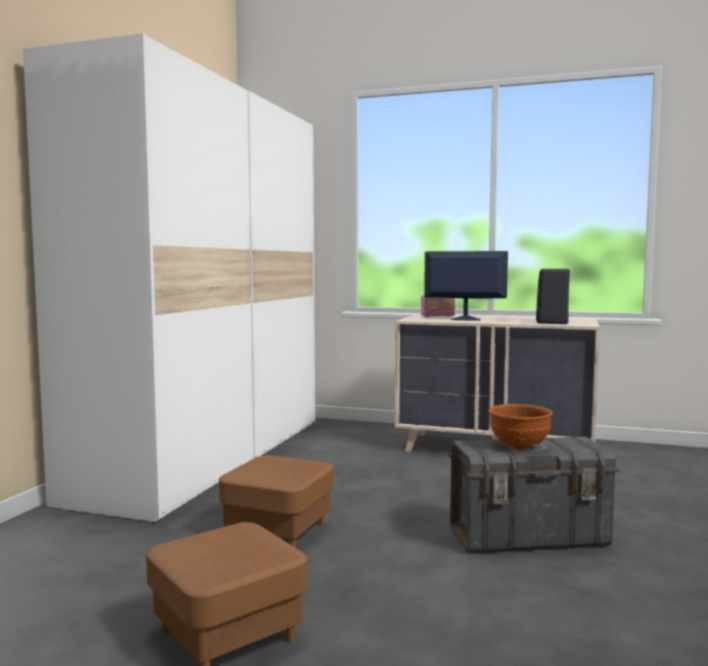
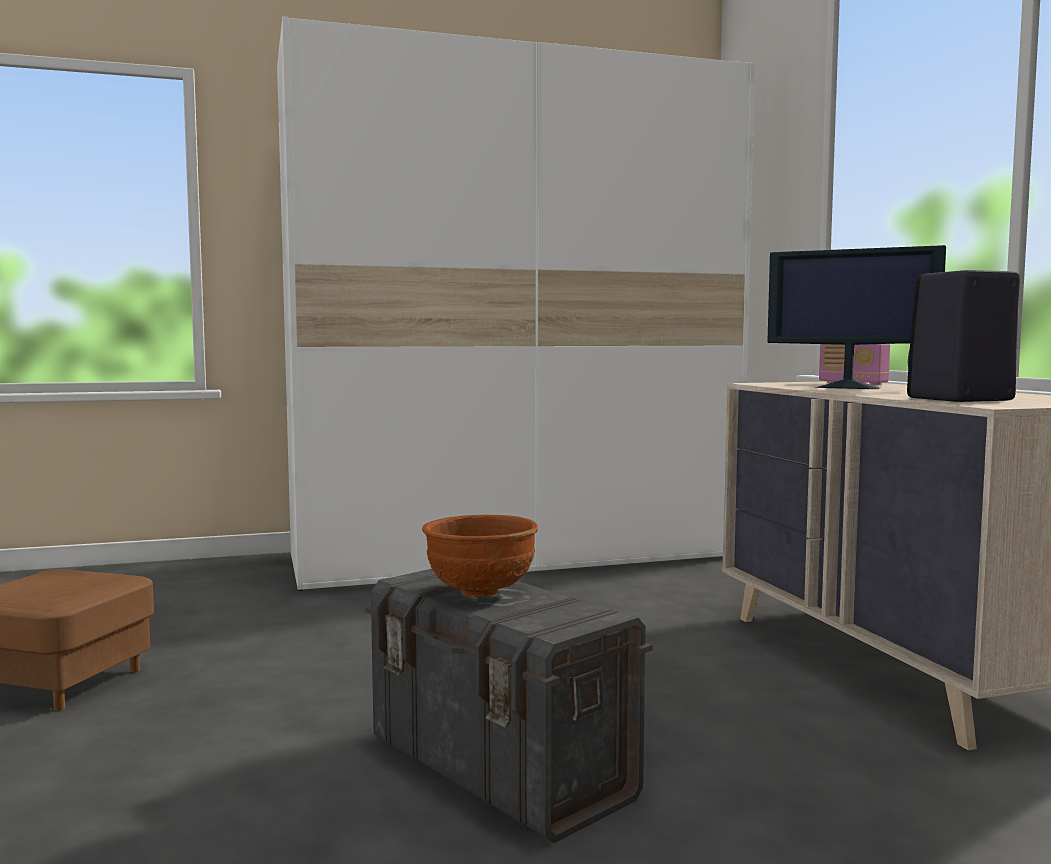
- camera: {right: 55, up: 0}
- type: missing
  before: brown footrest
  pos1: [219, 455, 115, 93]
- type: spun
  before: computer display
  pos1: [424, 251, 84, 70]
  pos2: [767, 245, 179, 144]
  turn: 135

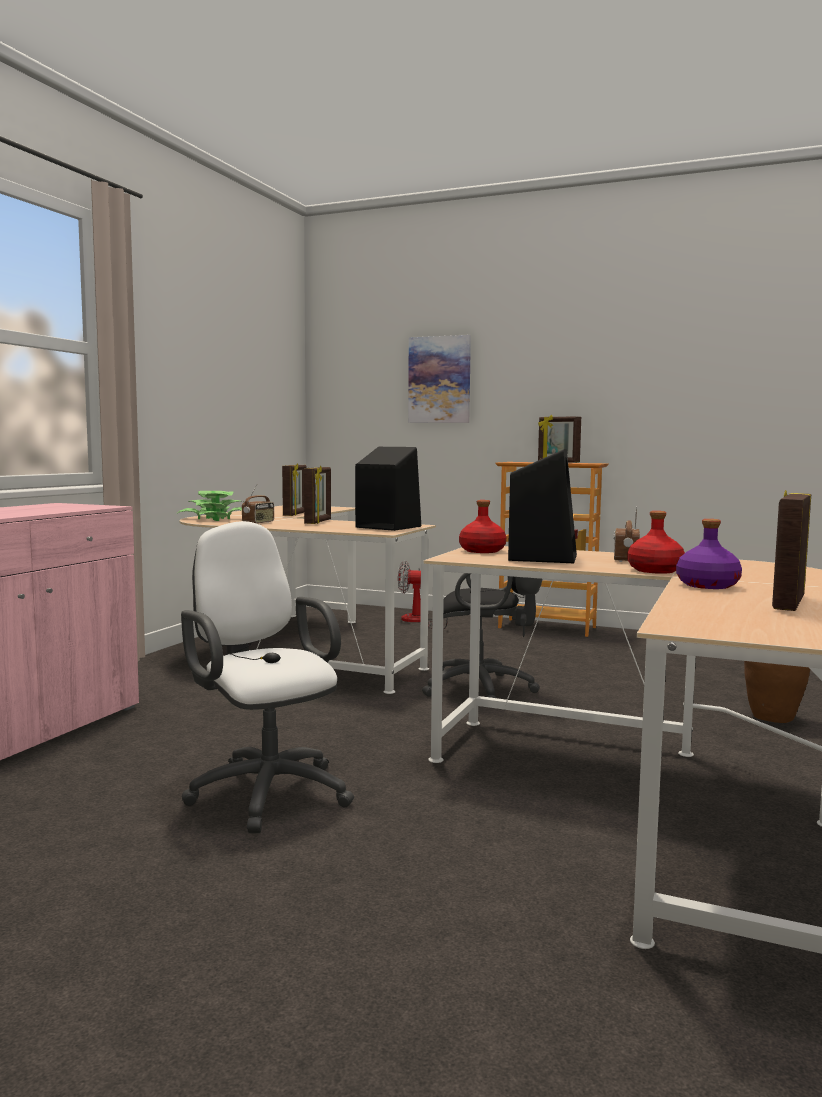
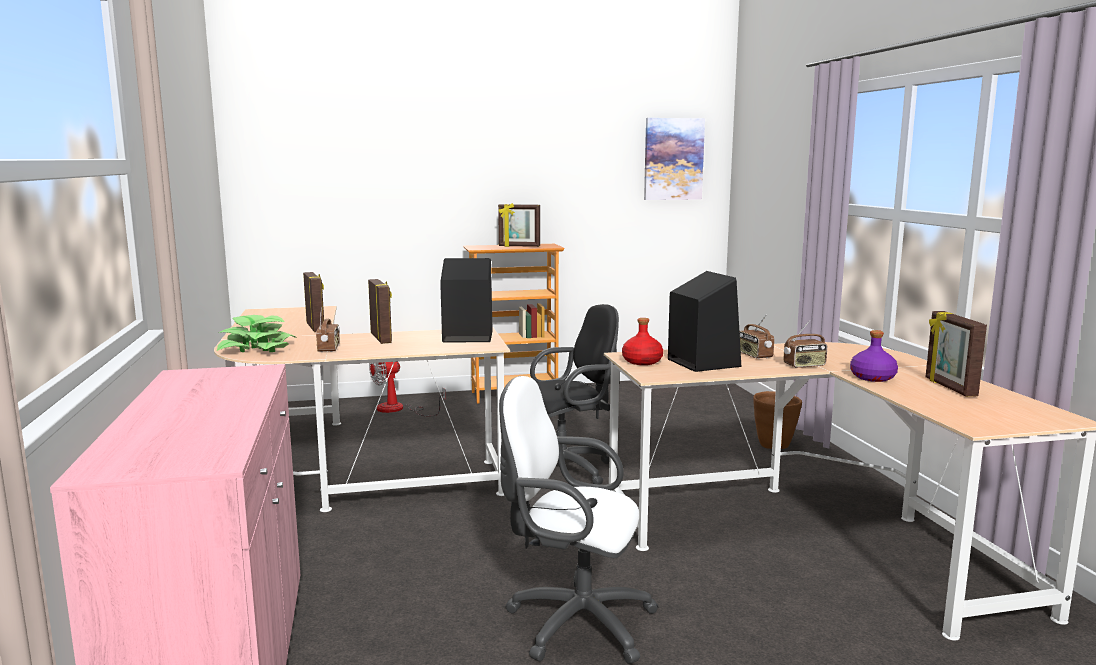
- camera: {right: -35, up: 5}
- type: relocated
  before: picture
  pos1: [408, 335, 63, 88]
  pos2: [644, 118, 61, 82]
- type: exchanged
  before: red bottle
  after: radio
  pos1: [628, 511, 57, 63]
  pos2: [784, 320, 43, 48]

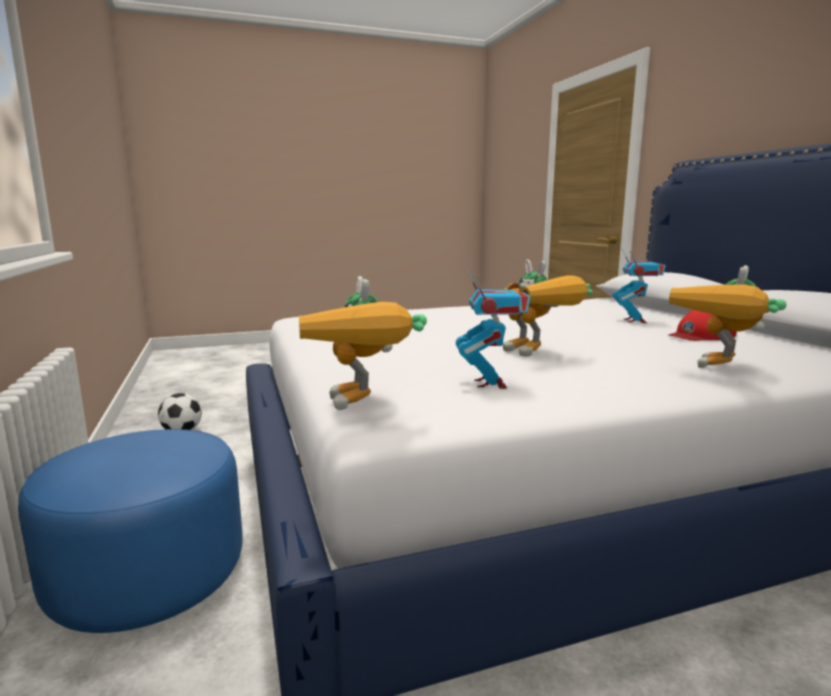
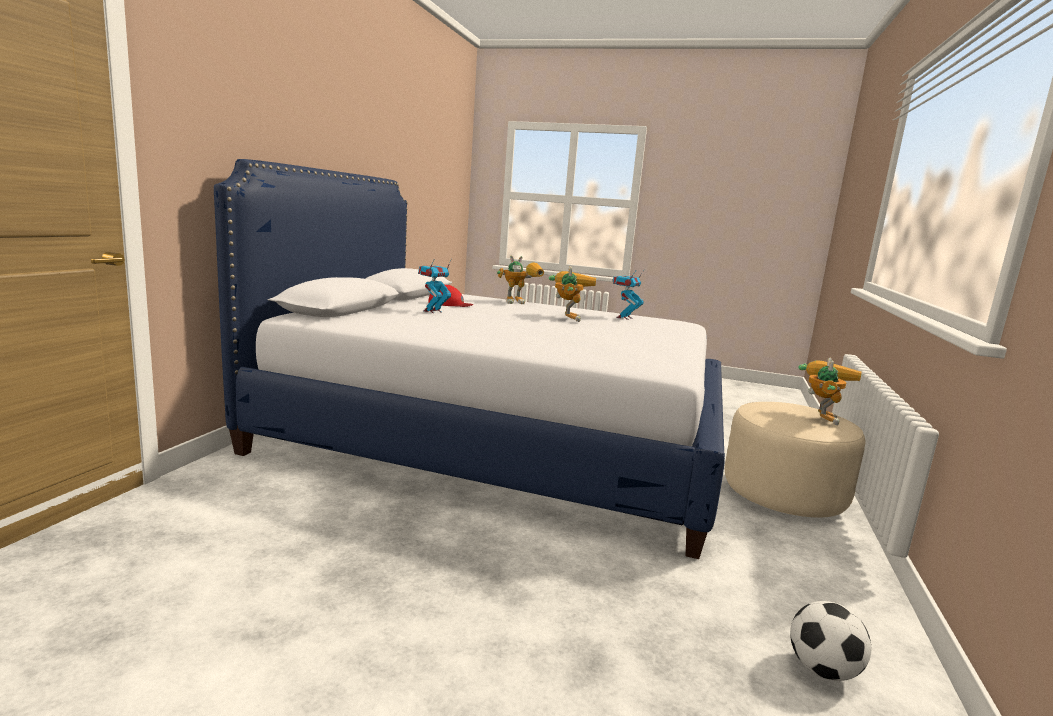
- camera: {right: -145, up: 0}
- type: relocated
  before: toy robot
  pos1: [299, 276, 128, 134]
  pos2: [798, 358, 63, 68]
- type: colour
  before: blue footrest
  after: beige footrest
  pos1: [18, 429, 225, 204]
  pos2: [725, 402, 141, 116]

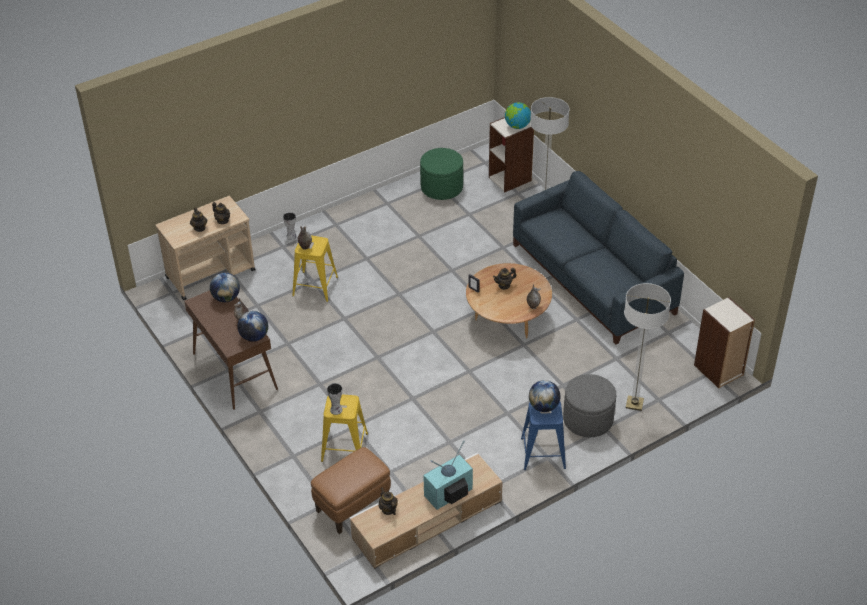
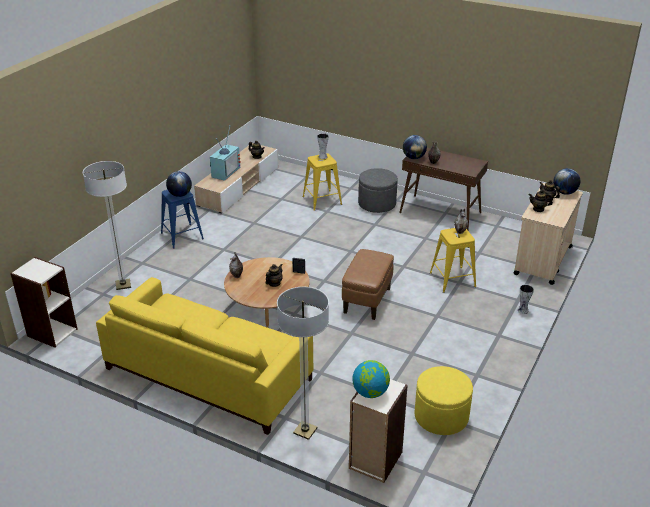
- camera: {right: 150, up: -10}
- type: relocated
  before: globe
  pos1: [210, 273, 30, 29]
  pos2: [553, 168, 28, 27]
- type: relocated
  before: brown footrest
  pos1: [311, 447, 80, 87]
  pos2: [342, 249, 52, 71]
- type: relocated
  before: greyish footrest
  pos1: [563, 374, 53, 63]
  pos2: [358, 168, 40, 45]
- type: colour
  before: greenish footrest
  after: yellow footrest
  pos1: [420, 148, 43, 52]
  pos2: [414, 366, 59, 69]
- type: colour
  before: blue settee
  after: yellow settee
  pos1: [513, 171, 171, 173]
  pos2: [96, 277, 217, 158]

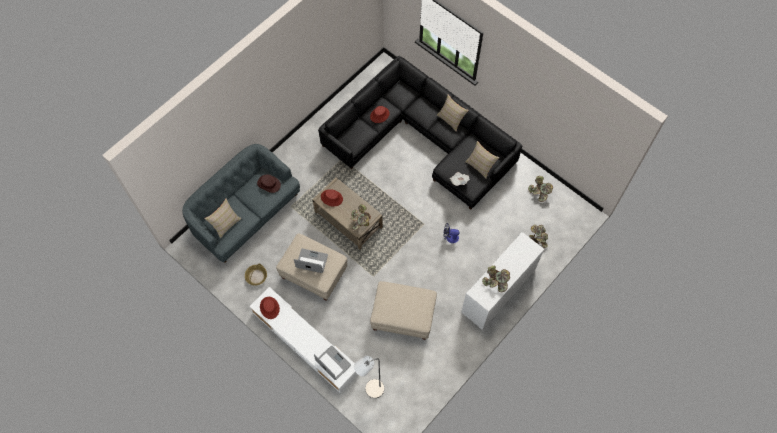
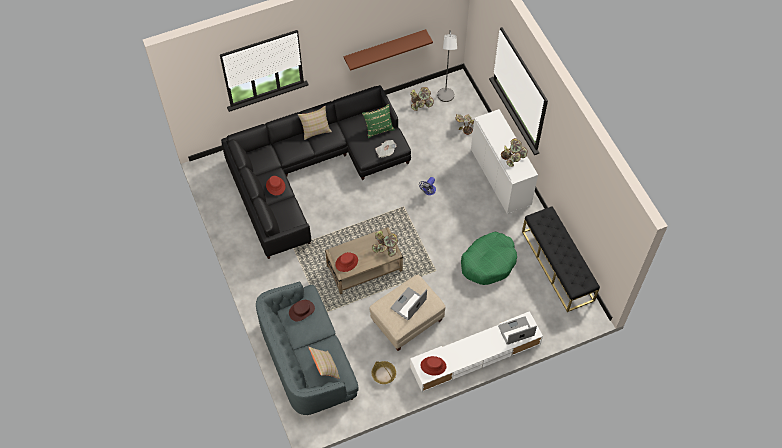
- camera: {right: -65, up: -5}
- type: appeared
  after: brown wall shelf
  pos2: [344, 29, 89, 42]
- type: appeared
  after: black long seat
  pos2: [522, 206, 78, 106]
- type: relocated
  before: greyish standing lamp
  pos1: [354, 356, 30, 42]
  pos2: [437, 30, 20, 72]
- type: exchanged
  before: beige footrest
  after: greenish dog cushion
  pos1: [370, 281, 67, 59]
  pos2: [461, 232, 56, 53]
- type: colour
  before: beige throw pillow
  after: greenish throw pillow
  pos1: [465, 141, 34, 38]
  pos2: [362, 104, 33, 34]

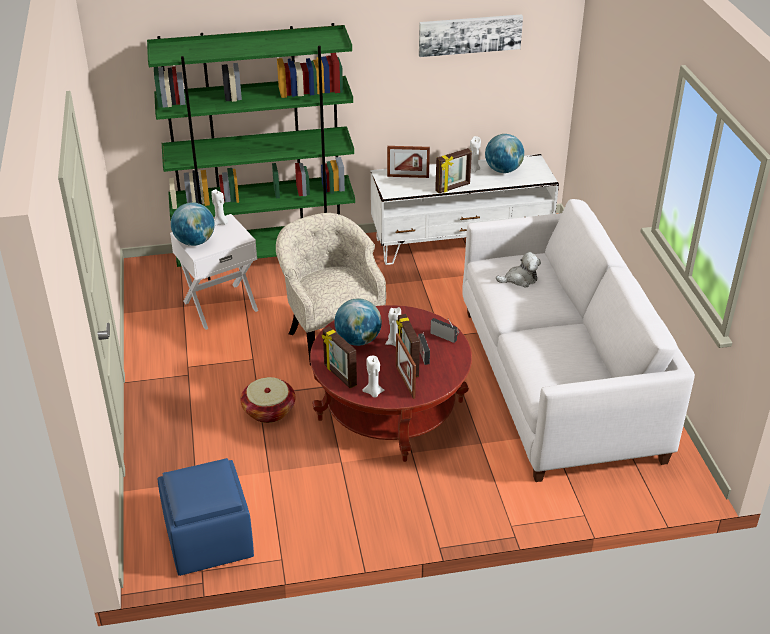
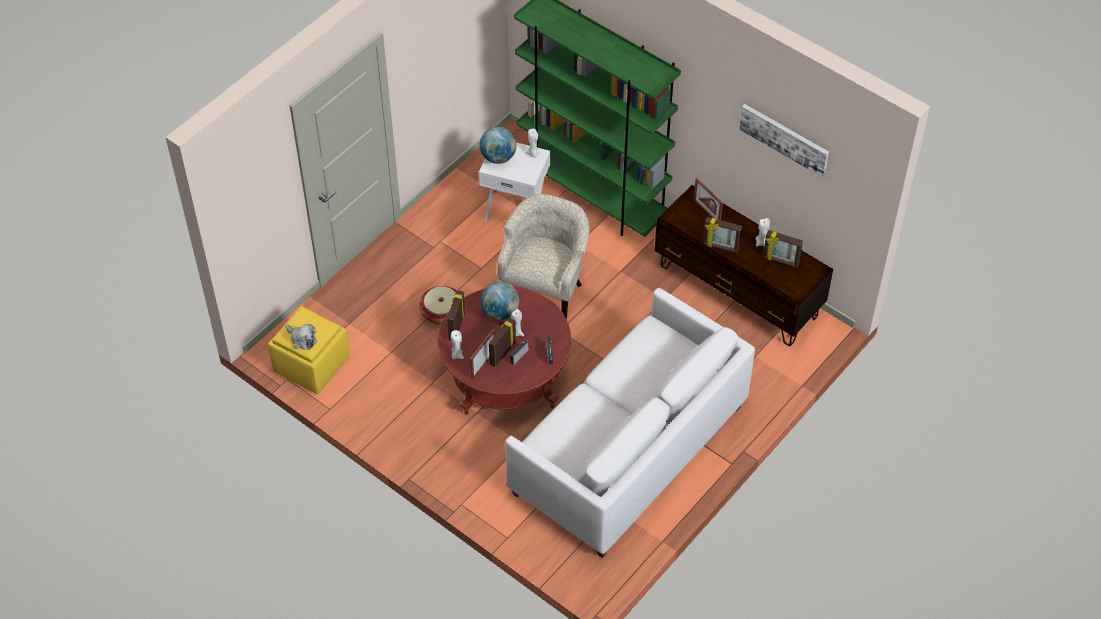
- camera: {right: 50, up: 15}
- type: relocated
  before: soft toy
  pos1: [496, 252, 45, 35]
  pos2: [286, 324, 31, 26]
- type: exchanged
  before: globe
  after: standing frame
  pos1: [485, 134, 39, 39]
  pos2: [763, 230, 40, 38]
- type: colour
  before: blue footrest
  after: yellow footrest
  pos1: [157, 458, 97, 118]
  pos2: [268, 306, 82, 88]
- type: colour
  before: whitish tv stand
  after: brown tv stand
  pos1: [371, 154, 188, 111]
  pos2: [655, 185, 178, 162]

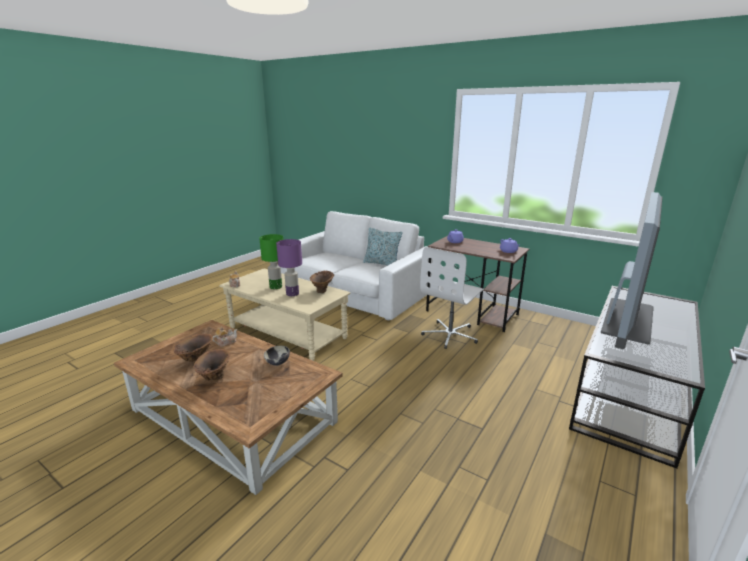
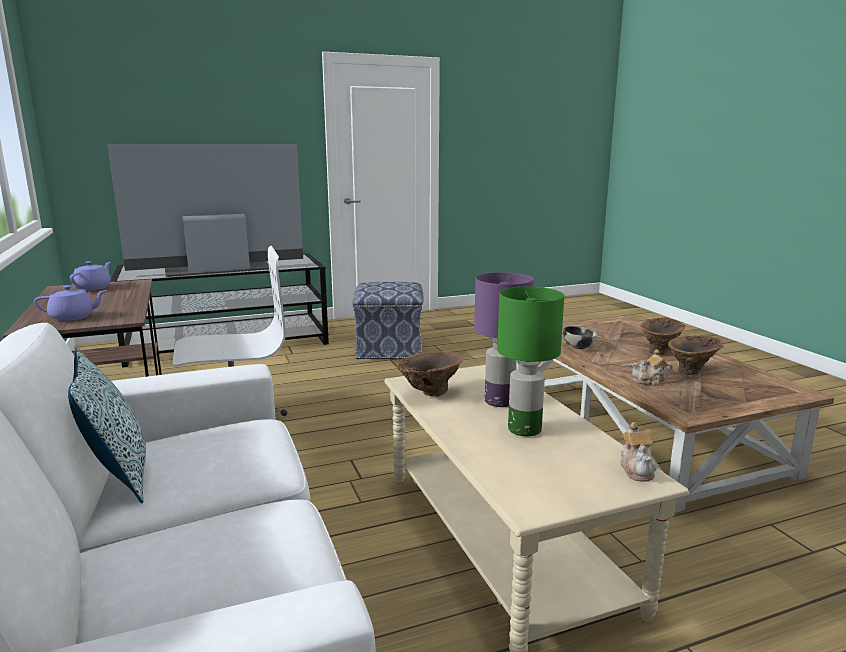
- camera: {right: -145, up: -5}
- type: appeared
  after: footrest
  pos2: [352, 282, 72, 78]

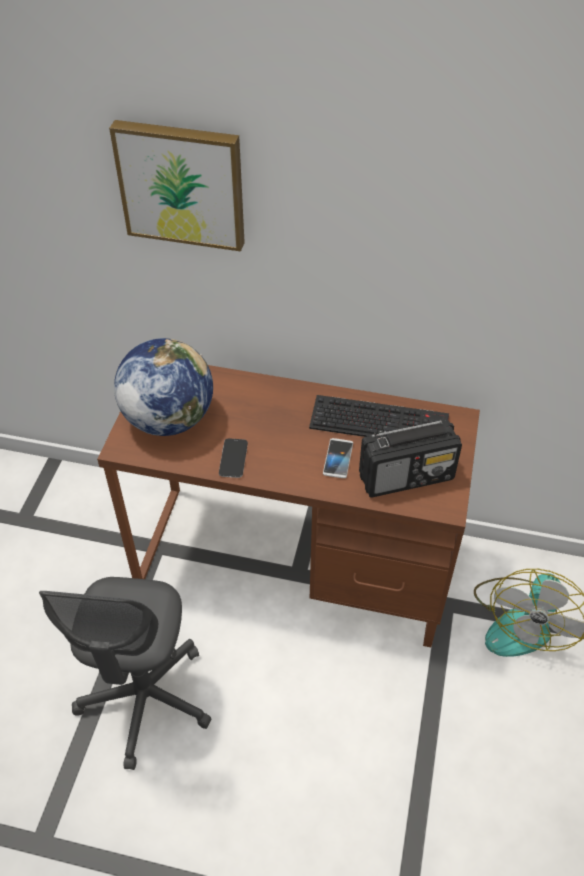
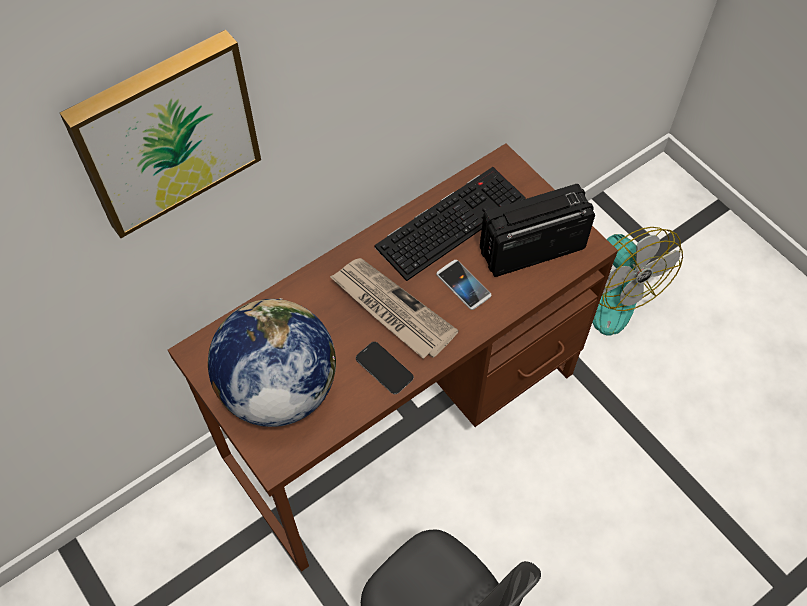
- camera: {right: -50, up: 10}
- type: appeared
  after: printed paper
  pos2: [330, 258, 129, 101]
- type: spun
  before: radio
  pos1: [359, 420, 103, 78]
  pos2: [480, 184, 115, 93]
  turn: -135

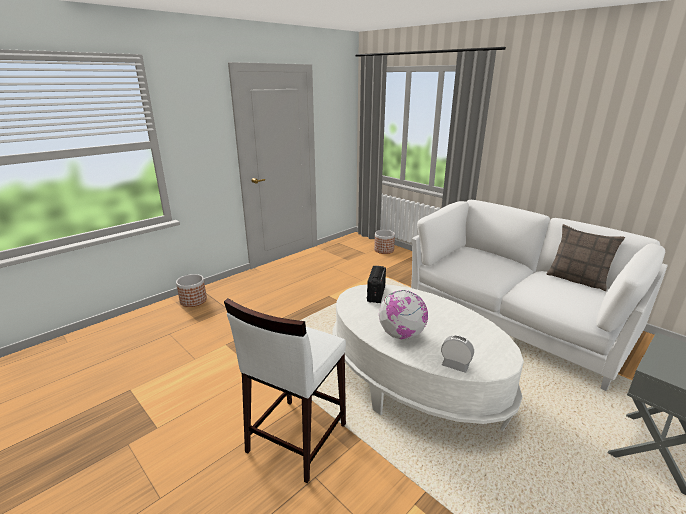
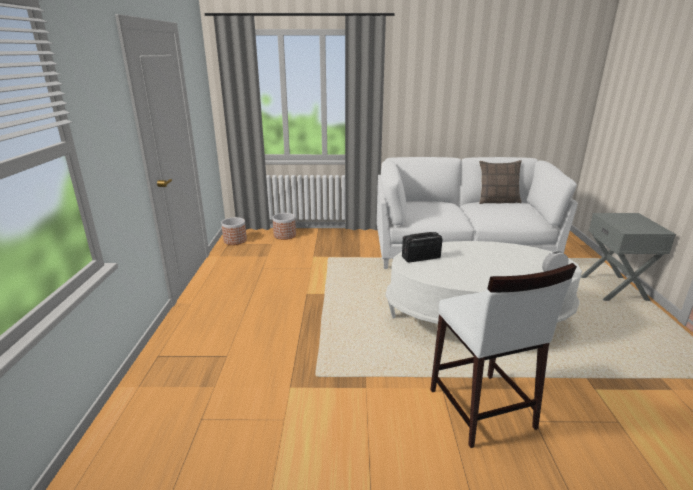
- camera: {right: -45, up: 0}
- type: missing
  before: globe
  pos1: [379, 290, 49, 50]
- type: relocated
  before: plant pot
  pos1: [176, 274, 31, 33]
  pos2: [221, 217, 26, 28]
- type: spun
  before: radio
  pos1: [367, 266, 19, 37]
  pos2: [402, 232, 40, 31]
  turn: 105

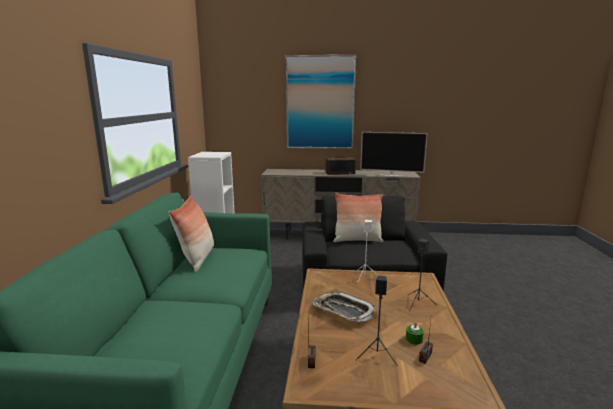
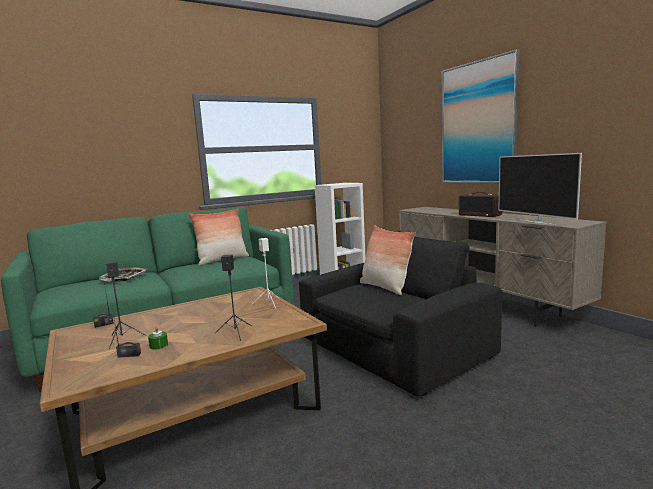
- camera: {right: 55, up: -5}
- type: relocated
  before: tray
  pos1: [313, 291, 63, 31]
  pos2: [99, 268, 49, 14]

